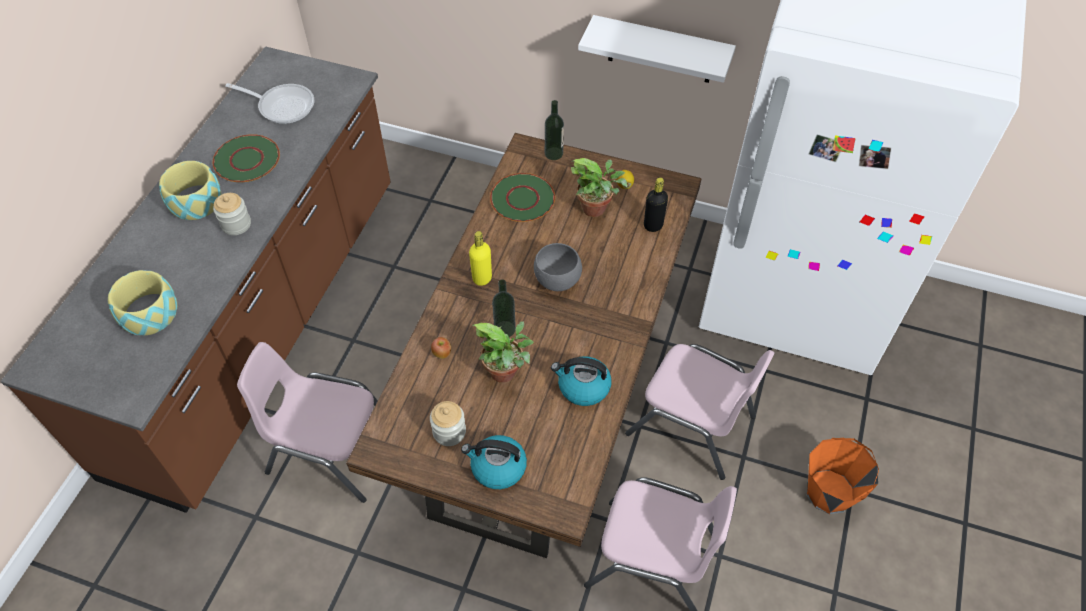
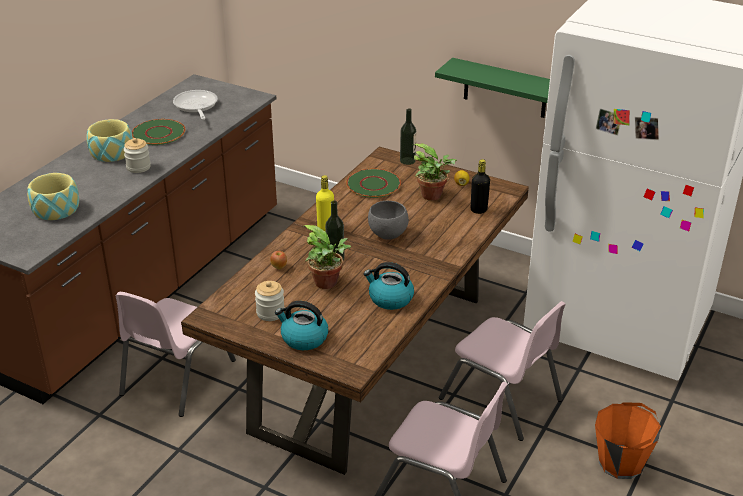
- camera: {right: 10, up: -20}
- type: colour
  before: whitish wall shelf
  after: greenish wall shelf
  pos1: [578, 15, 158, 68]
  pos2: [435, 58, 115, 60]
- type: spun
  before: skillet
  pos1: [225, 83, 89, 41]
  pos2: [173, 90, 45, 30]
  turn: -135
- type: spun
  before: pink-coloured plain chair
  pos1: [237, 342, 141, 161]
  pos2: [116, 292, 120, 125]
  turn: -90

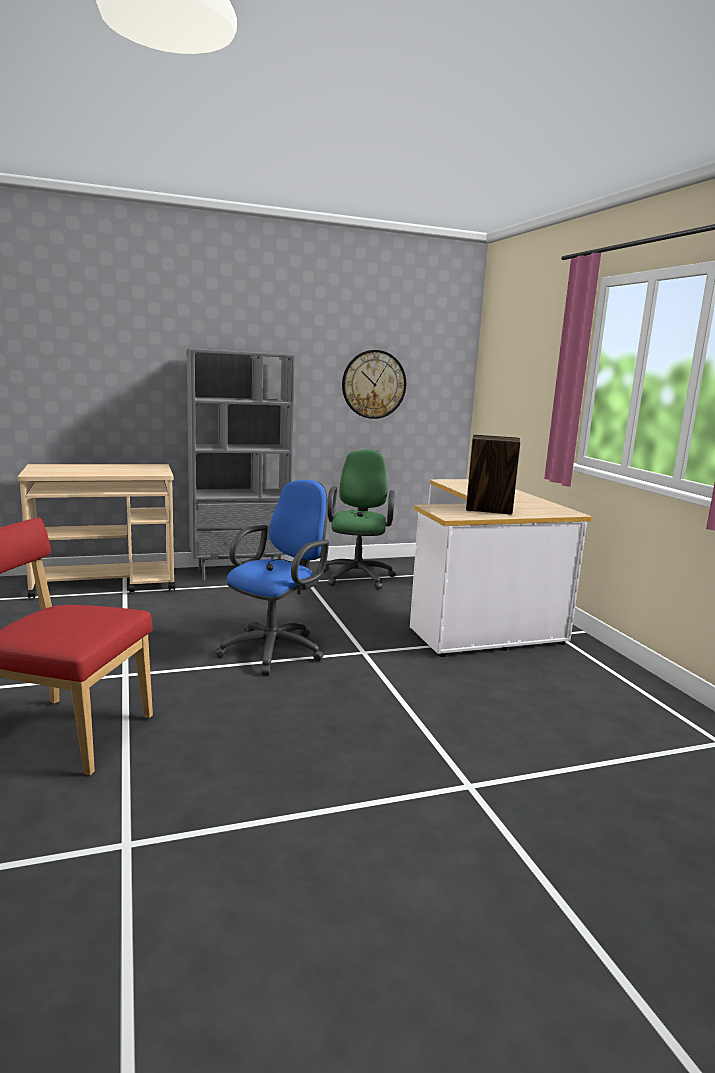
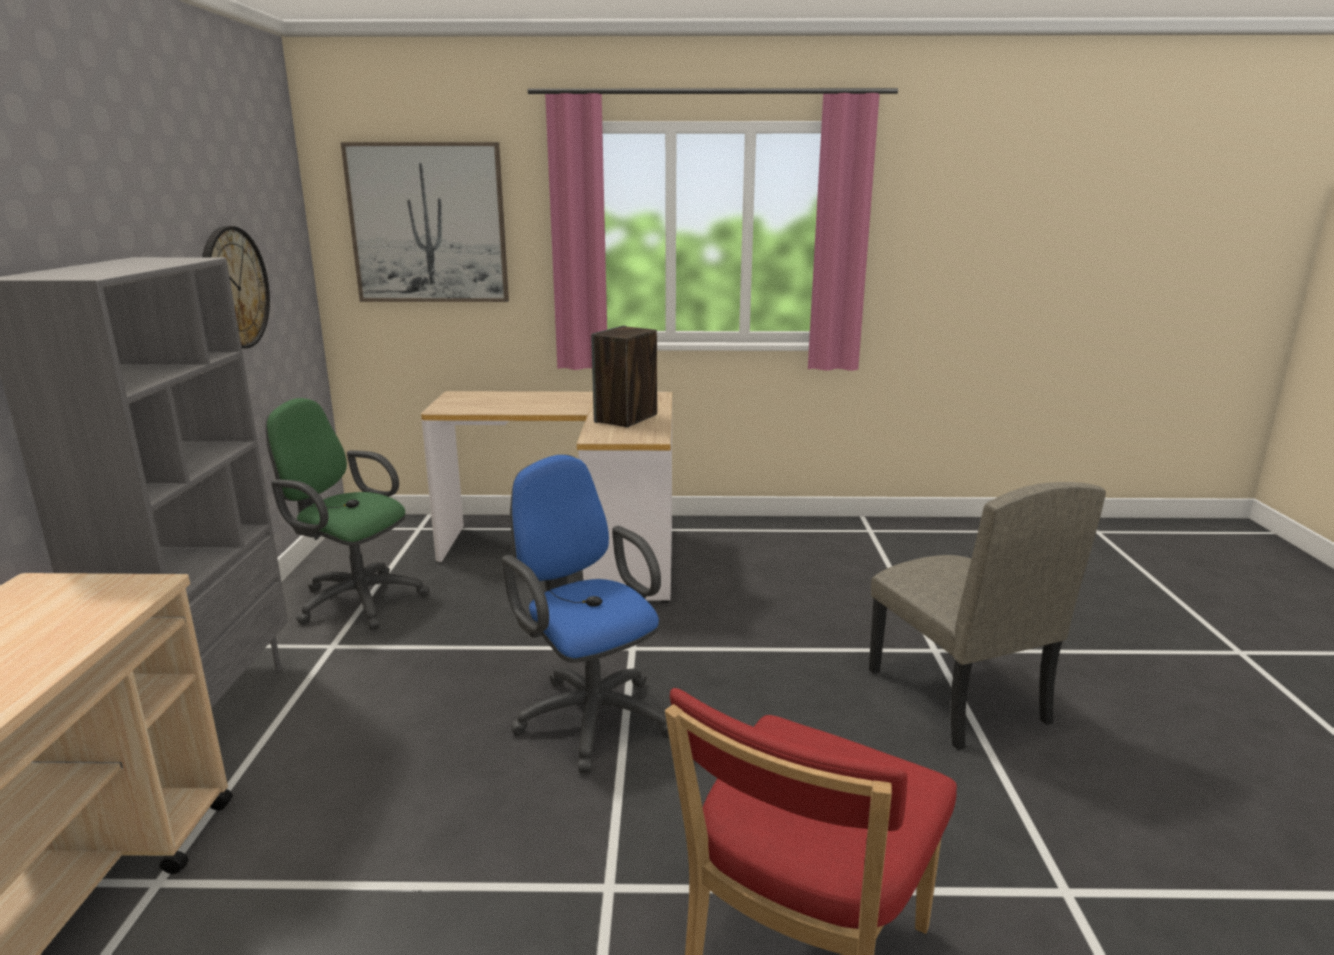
- camera: {right: -70, up: 5}
- type: appeared
  after: picture
  pos2: [341, 142, 168, 160]
- type: appeared
  after: beige plain chair
  pos2: [869, 482, 237, 268]

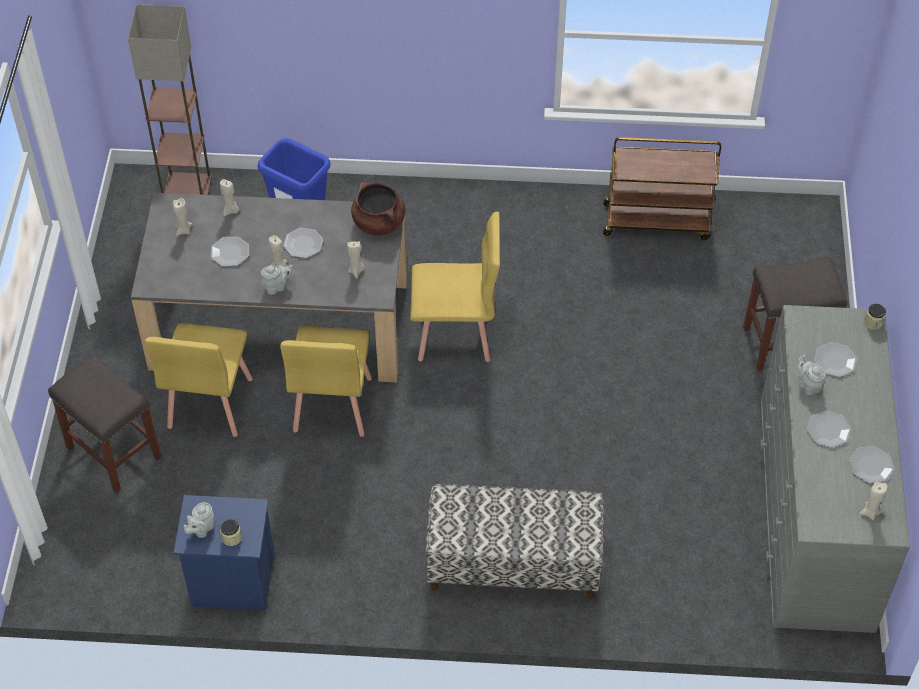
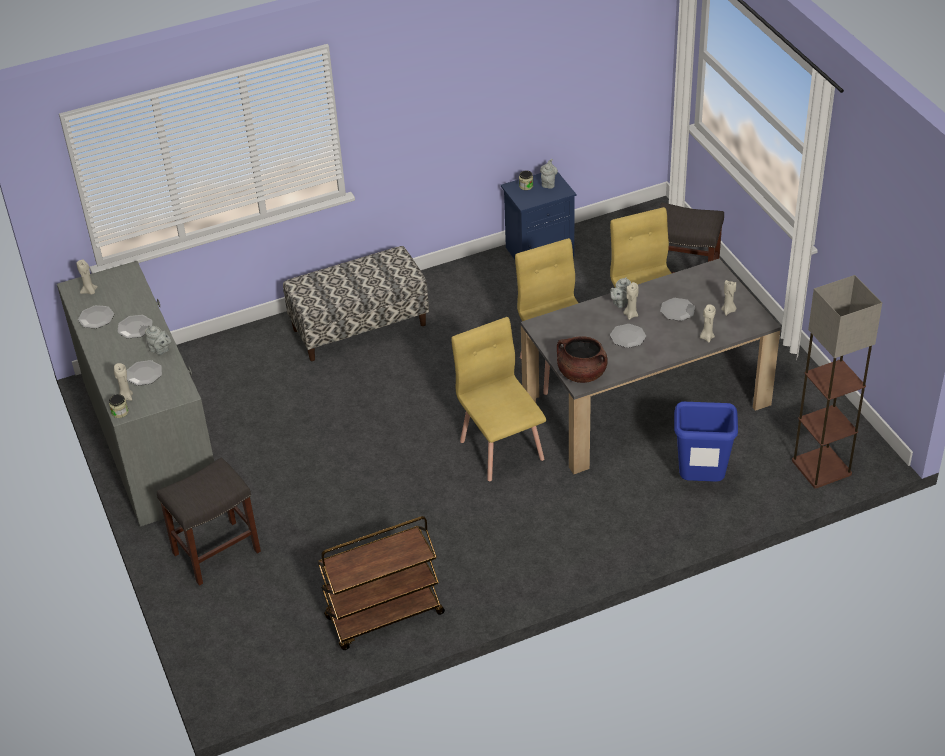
- camera: {right: 155, up: -10}
- type: relocated
  before: beige wax candle
  pos1: [347, 241, 17, 37]
  pos2: [114, 363, 19, 38]
- type: spun
  before: yellow plain chair
  pos1: [410, 212, 90, 150]
  pos2: [451, 317, 95, 164]
  turn: 90

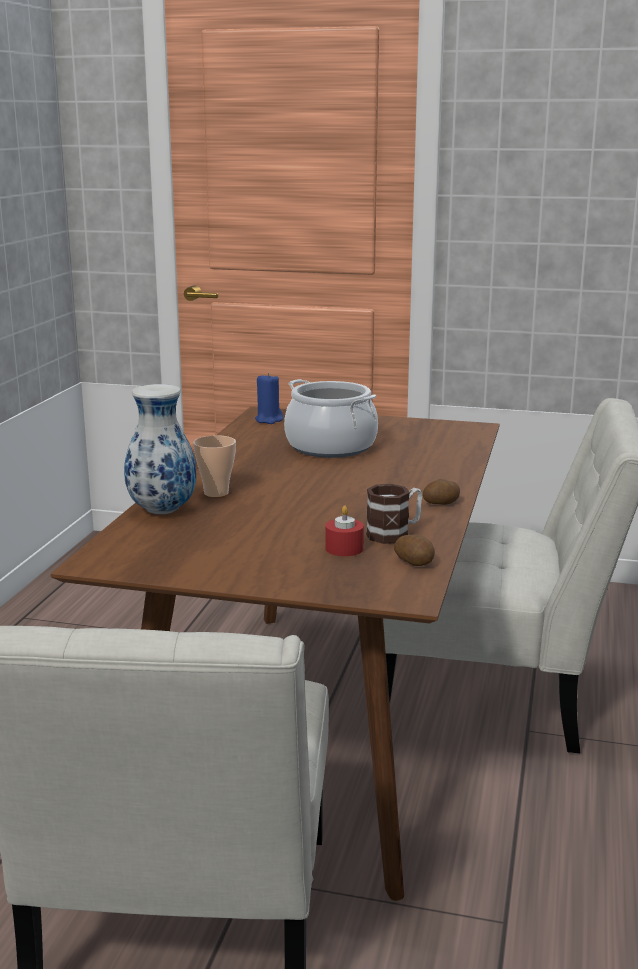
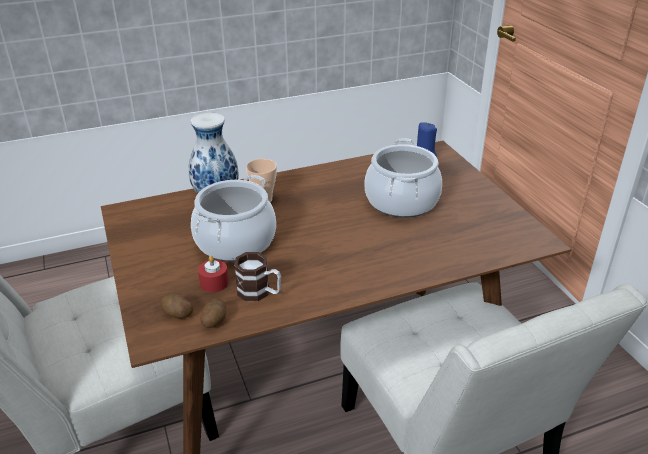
- camera: {right: 55, up: 15}
- type: appeared
  after: saucepot
  pos2: [191, 175, 85, 86]
- type: relocated
  before: whole potato
  pos1: [423, 479, 37, 26]
  pos2: [160, 293, 33, 26]

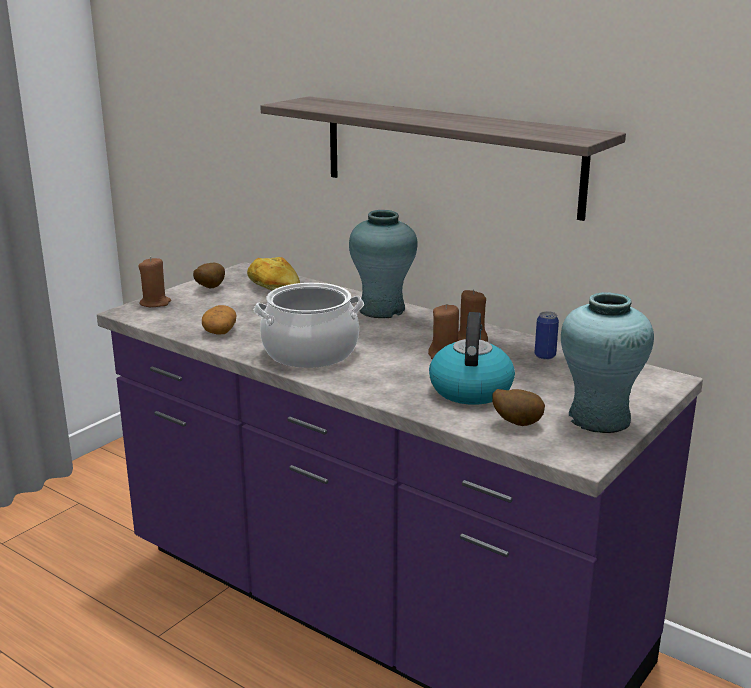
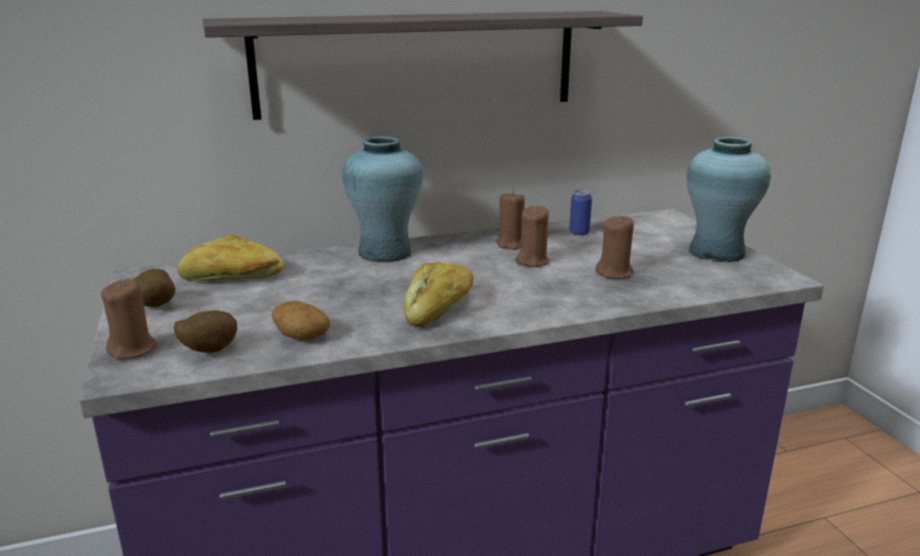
- camera: {right: -55, up: 0}
- type: relocated
  before: whole potato
  pos1: [492, 389, 53, 37]
  pos2: [173, 310, 64, 43]
- type: exchanged
  before: saucepot
  after: bread
  pos1: [253, 283, 111, 85]
  pos2: [403, 262, 70, 65]
- type: exchanged
  before: water kettle
  after: brown wax candle
  pos1: [429, 312, 86, 93]
  pos2: [596, 215, 38, 64]

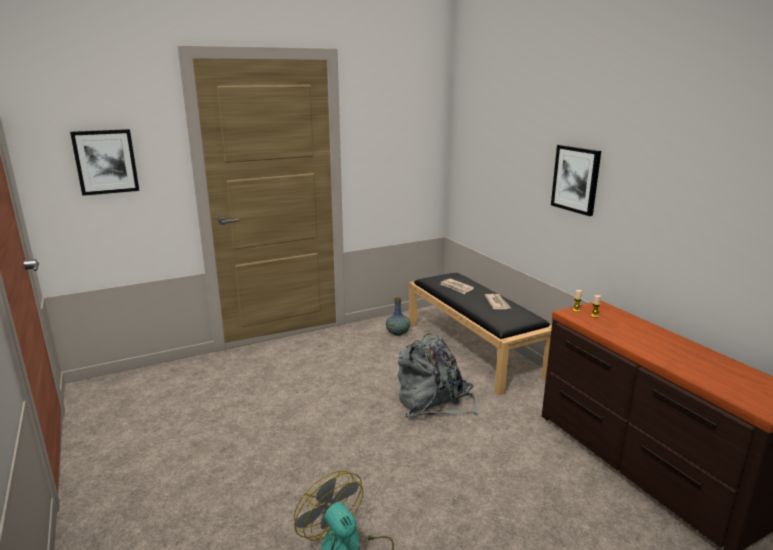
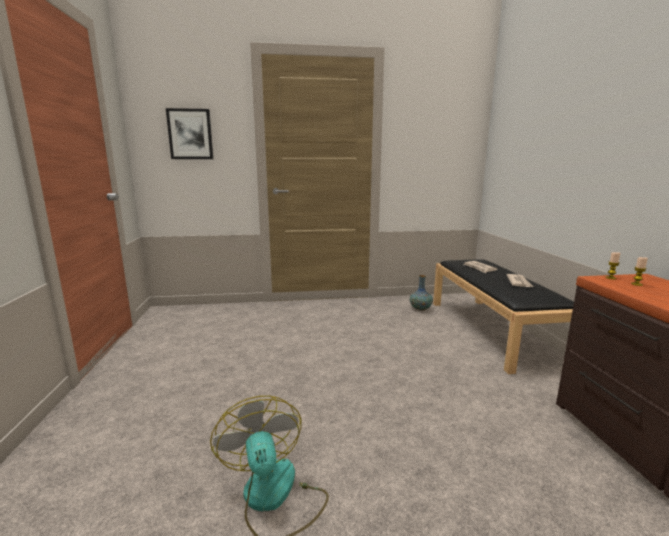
- camera: {right: 20, up: -5}
- type: missing
  before: greyish rucksack
  pos1: [398, 333, 81, 85]
- type: missing
  before: picture
  pos1: [551, 145, 50, 71]

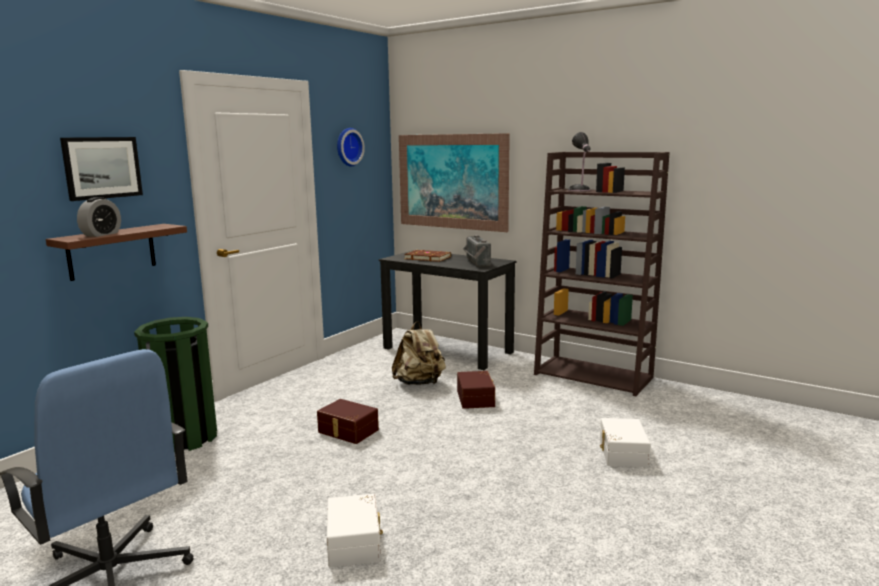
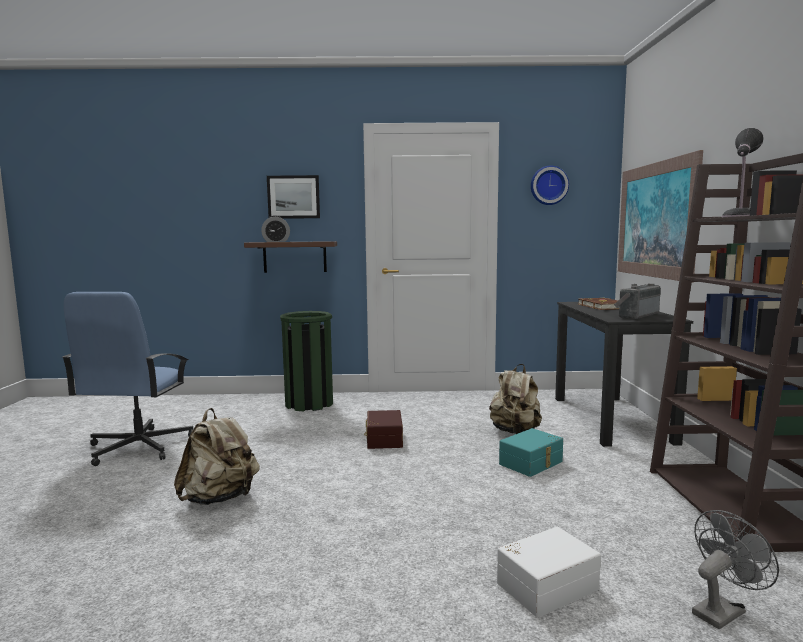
- camera: {right: 55, up: -5}
- type: appeared
  after: greyish cooling fan
  pos2: [692, 510, 87, 120]
- type: exchanged
  before: whitish storage box
  after: beige rucksack
  pos1: [327, 494, 56, 73]
  pos2: [174, 408, 86, 97]
- type: colour
  before: brown storage box
  after: turquoise-coloured storage box
  pos1: [457, 371, 38, 38]
  pos2: [499, 428, 64, 49]

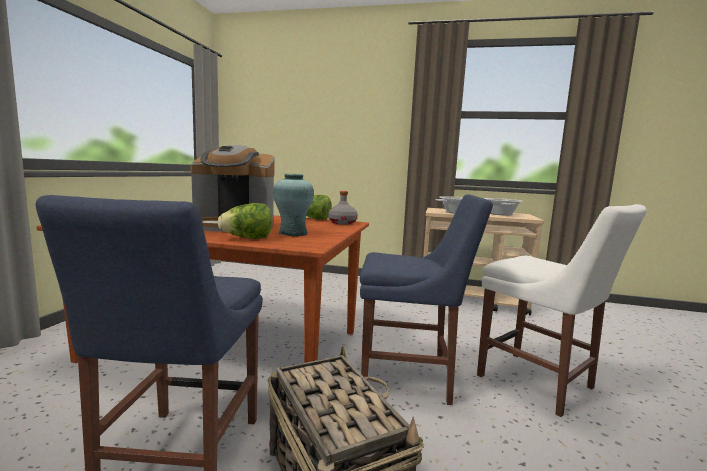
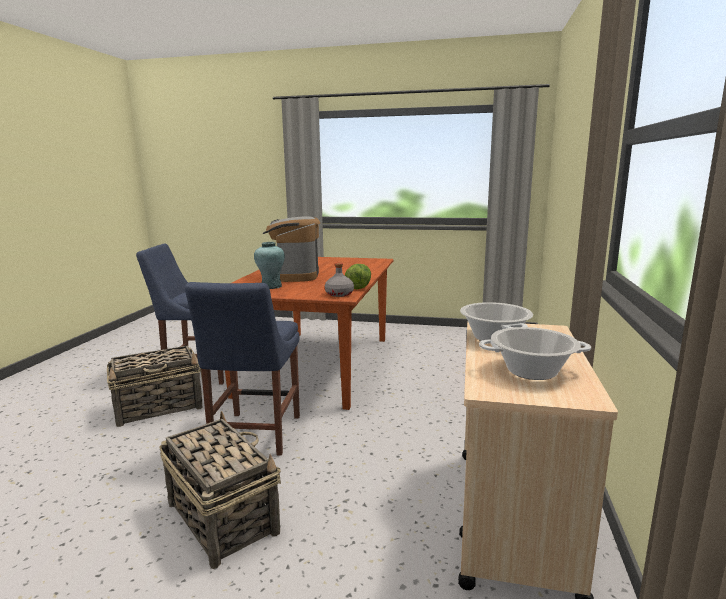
- camera: {right: 90, up: 5}
- type: missing
  before: lettuce
  pos1: [218, 203, 54, 36]
- type: exchanged
  before: whitish plain chair
  after: household basket
  pos1: [477, 204, 170, 213]
  pos2: [159, 411, 122, 158]

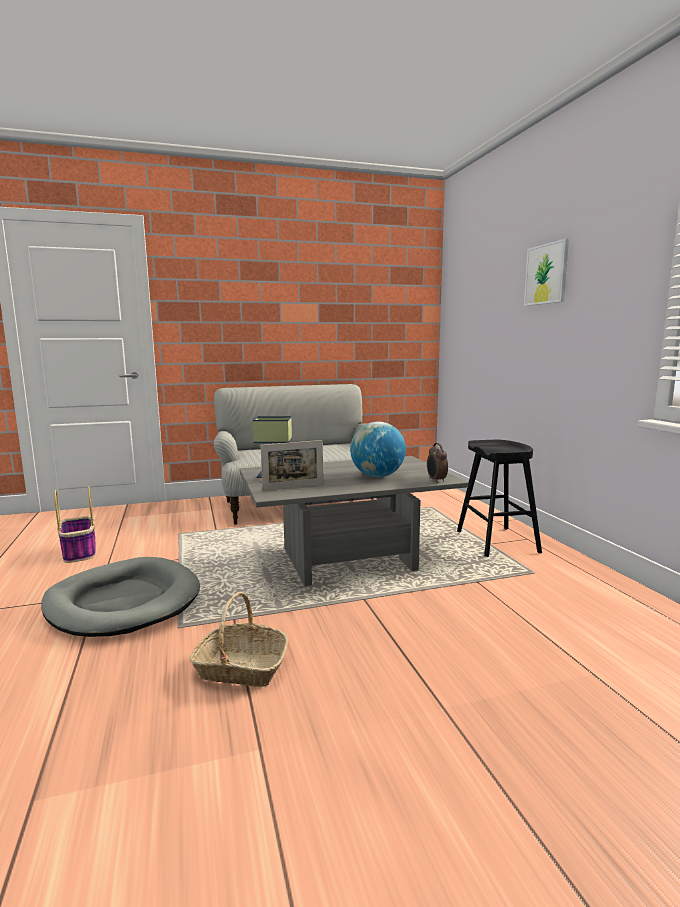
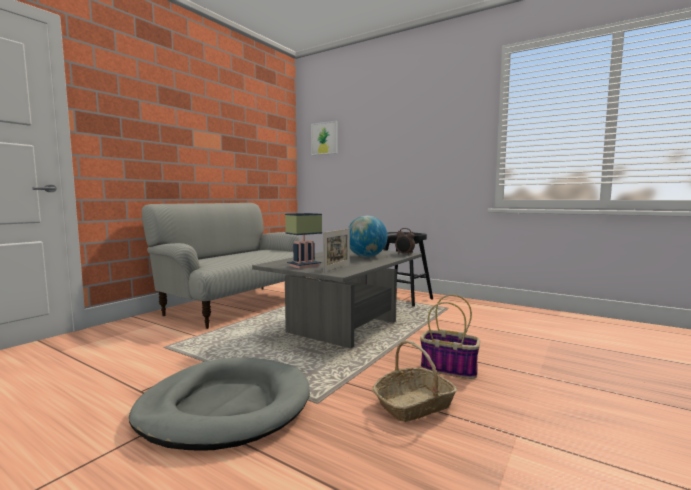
- camera: {right: -40, up: -5}
- type: relocated
  before: household basket
  pos1: [54, 486, 41, 77]
  pos2: [420, 294, 60, 85]
- type: relocated
  before: picture
  pos1: [524, 238, 45, 68]
  pos2: [311, 121, 26, 34]

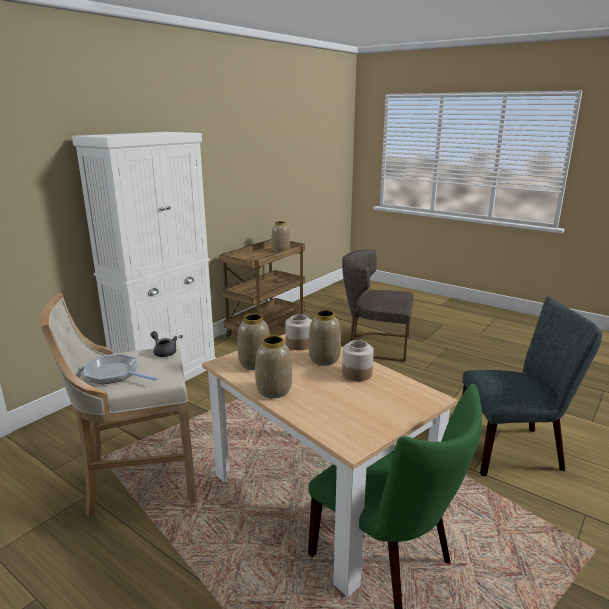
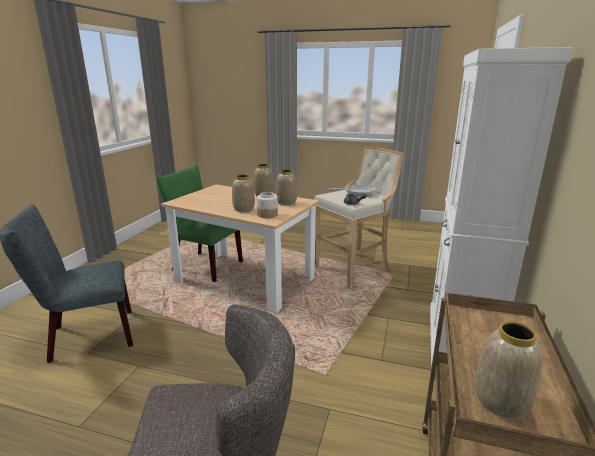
- camera: {right: 160, up: 0}
- type: missing
  before: jar
  pos1: [342, 340, 32, 41]

